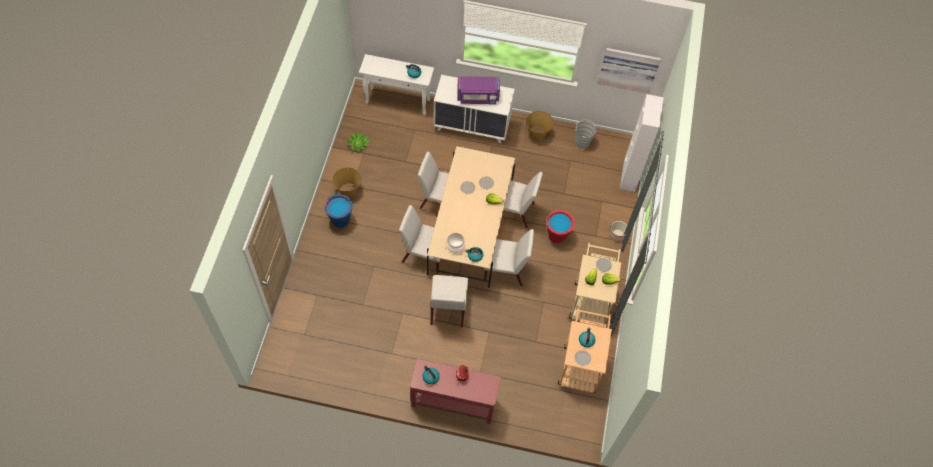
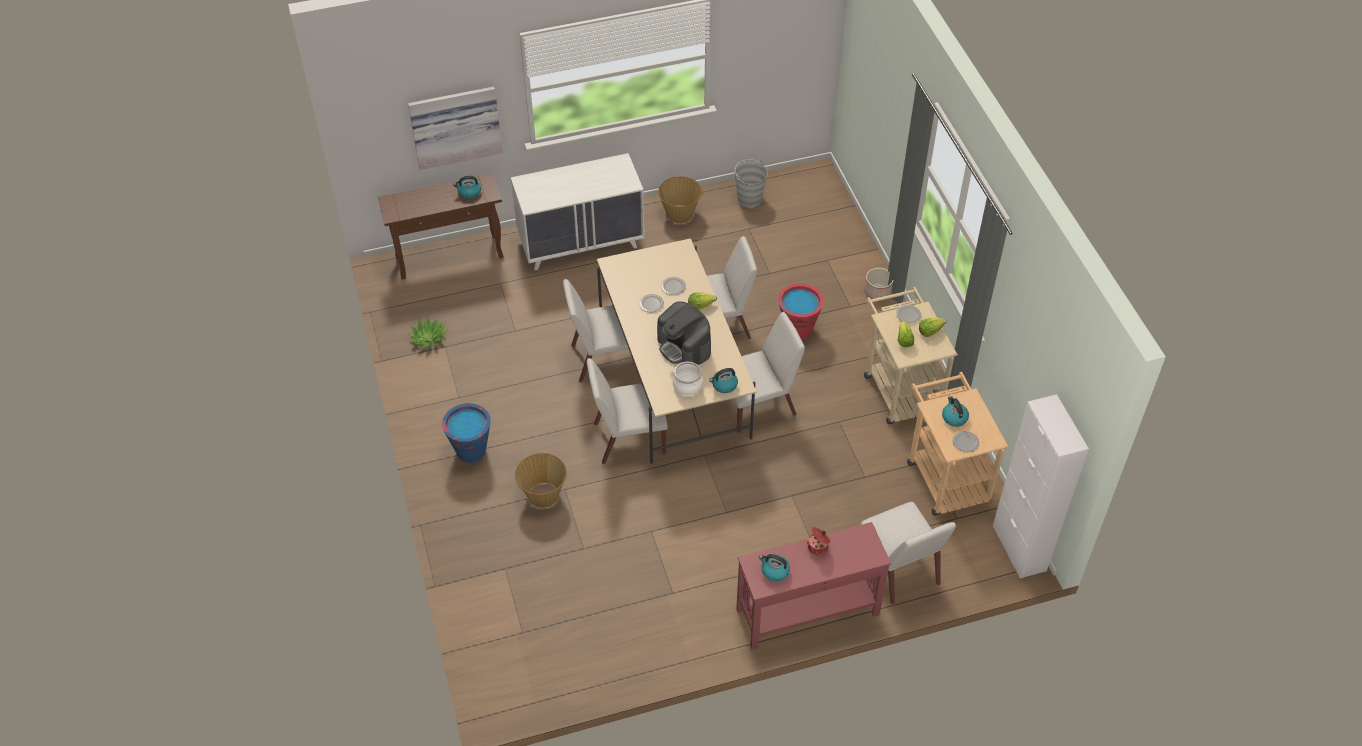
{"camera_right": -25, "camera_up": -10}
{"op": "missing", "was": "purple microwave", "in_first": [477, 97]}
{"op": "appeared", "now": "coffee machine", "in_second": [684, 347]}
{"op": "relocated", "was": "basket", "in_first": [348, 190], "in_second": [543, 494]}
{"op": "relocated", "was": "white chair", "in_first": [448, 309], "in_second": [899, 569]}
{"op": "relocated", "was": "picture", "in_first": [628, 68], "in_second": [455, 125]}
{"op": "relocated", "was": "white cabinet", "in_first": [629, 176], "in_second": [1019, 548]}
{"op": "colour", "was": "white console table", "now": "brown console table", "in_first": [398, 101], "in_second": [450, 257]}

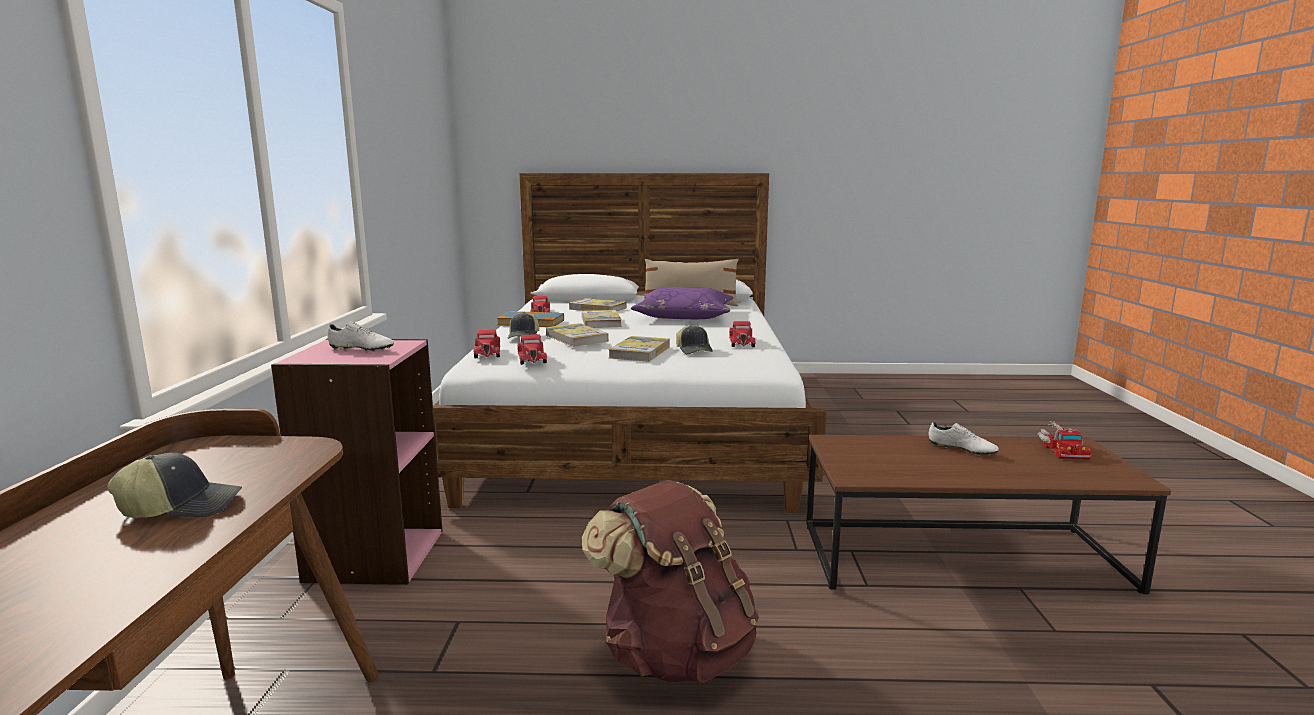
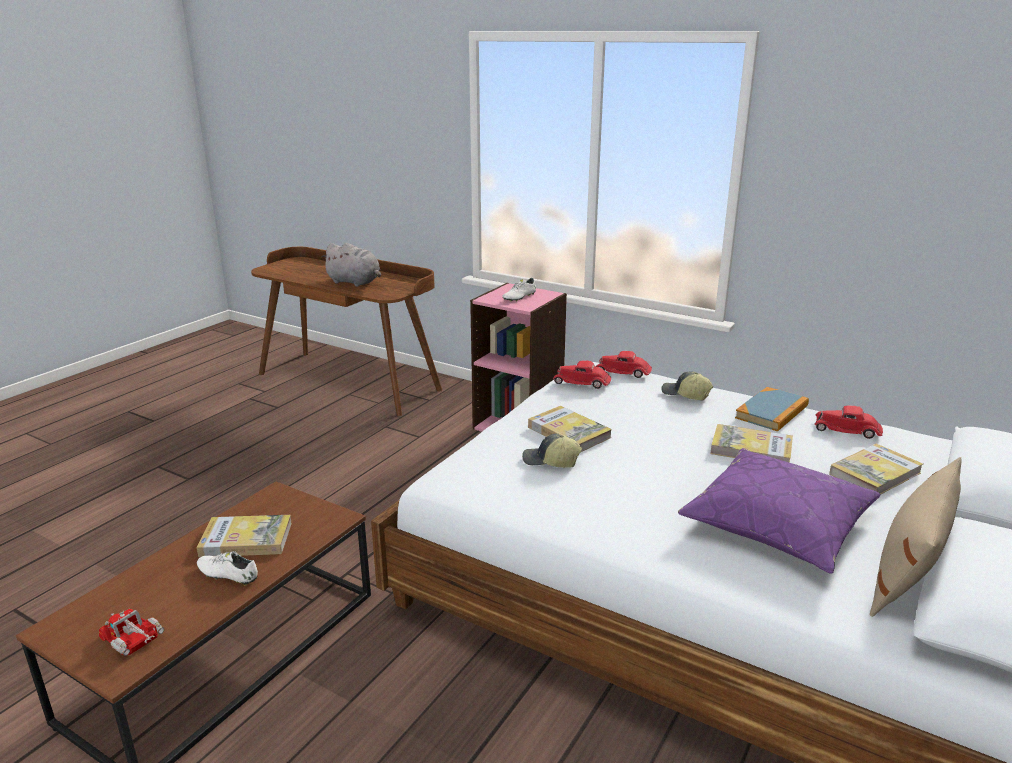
{"camera_right": 120, "camera_up": 10}
{"op": "missing", "was": "brown backpack", "in_first": [676, 652]}
{"op": "missing", "was": "red toy car", "in_first": [741, 342]}
{"op": "relocated", "was": "book", "in_first": [576, 338], "in_second": [246, 539]}
{"op": "exchanged", "was": "cap", "now": "grey plush toy", "in_first": [182, 507], "in_second": [355, 282]}
{"op": "spun", "was": "white shoe", "in_first": [961, 450], "in_second": [228, 575], "clockwise": 45}

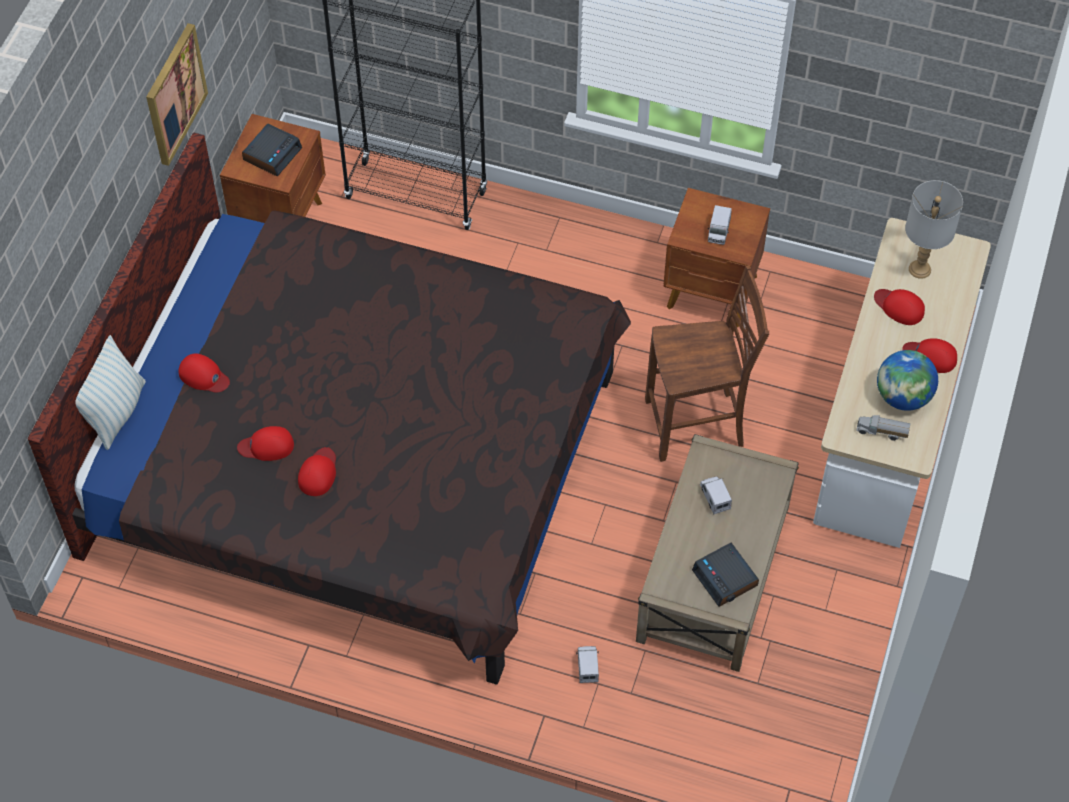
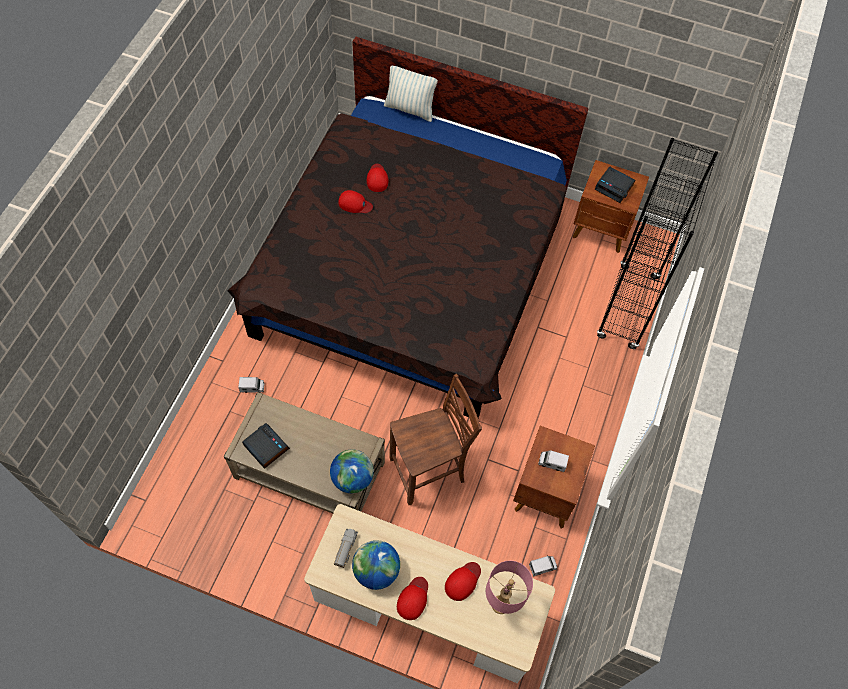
{"camera_right": 90, "camera_up": 5}
{"op": "missing", "was": "picture", "in_first": [174, 94]}
{"op": "missing", "was": "red cap", "in_first": [204, 376]}
{"op": "appeared", "now": "globe", "in_second": [352, 478]}
{"op": "relocated", "was": "toy truck", "in_first": [715, 497], "in_second": [542, 567]}
{"op": "colour", "was": "grey table lamp", "now": "pink table lamp", "in_first": [920, 269], "in_second": [501, 605]}
{"op": "spun", "was": "brown chair", "in_first": [697, 425], "in_second": [429, 472], "clockwise": -105}
{"op": "spun", "was": "alarm clock", "in_first": [725, 578], "in_second": [265, 447], "clockwise": 75}

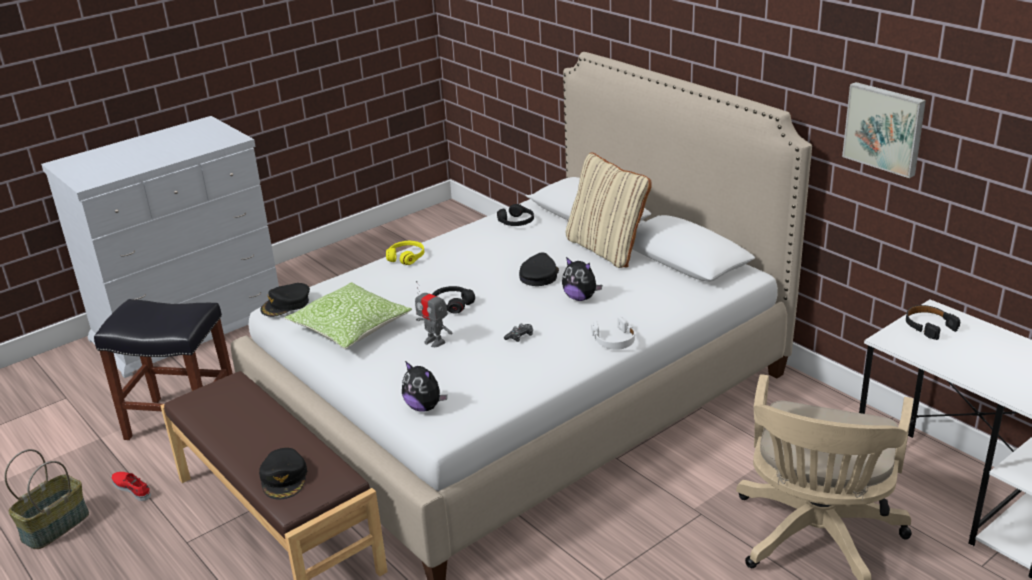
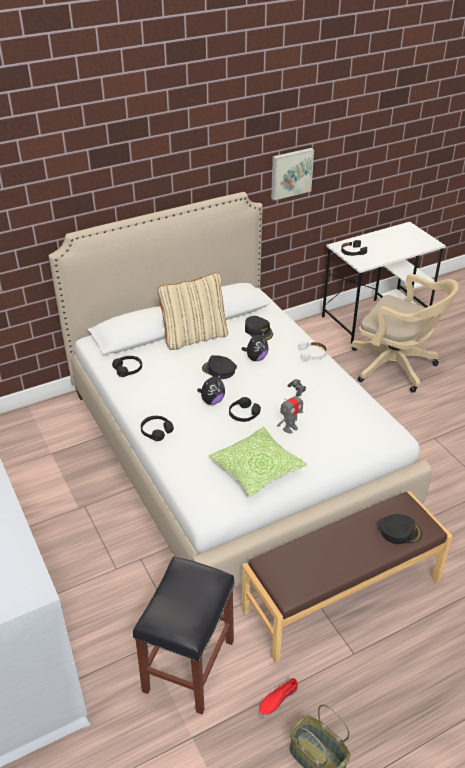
{"camera_right": -80, "camera_up": 10}
{"op": "relocated", "was": "black cap", "in_first": [286, 305], "in_second": [258, 331]}
{"op": "relocated", "was": "plush toy", "in_first": [424, 407], "in_second": [212, 401]}
{"op": "colour", "was": "yellow headphones", "now": "black headphones", "in_first": [406, 257], "in_second": [156, 431]}

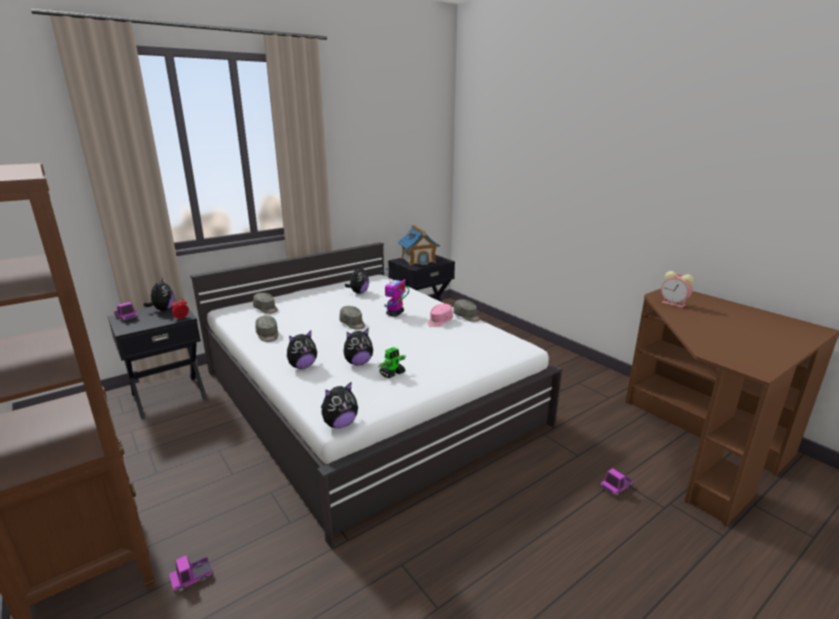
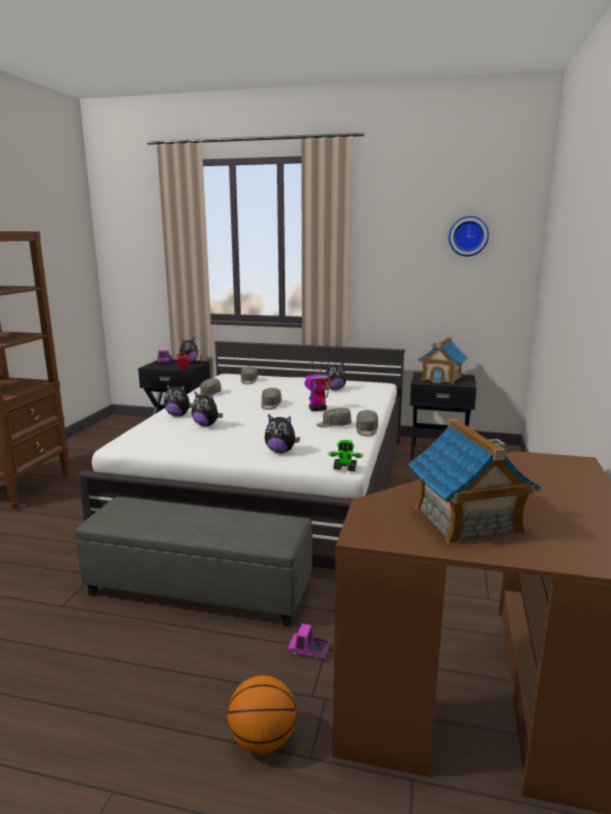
{"camera_right": 50, "camera_up": -5}
{"op": "missing", "was": "toy truck", "in_first": [192, 578]}
{"op": "missing", "was": "alarm clock", "in_first": [674, 304]}
{"op": "appeared", "now": "grey ottoman", "in_second": [200, 588]}
{"op": "appeared", "now": "basketball", "in_second": [263, 740]}
{"op": "appeared", "now": "toy house", "in_second": [466, 520]}
{"op": "appeared", "now": "wall clock", "in_second": [468, 236]}
{"op": "relocated", "was": "plush toy", "in_first": [340, 424], "in_second": [280, 451]}
{"op": "relocated", "was": "toy robot", "in_first": [392, 373], "in_second": [345, 468]}
{"op": "colour", "was": "pink cap", "now": "grey cap", "in_first": [439, 321], "in_second": [333, 425]}

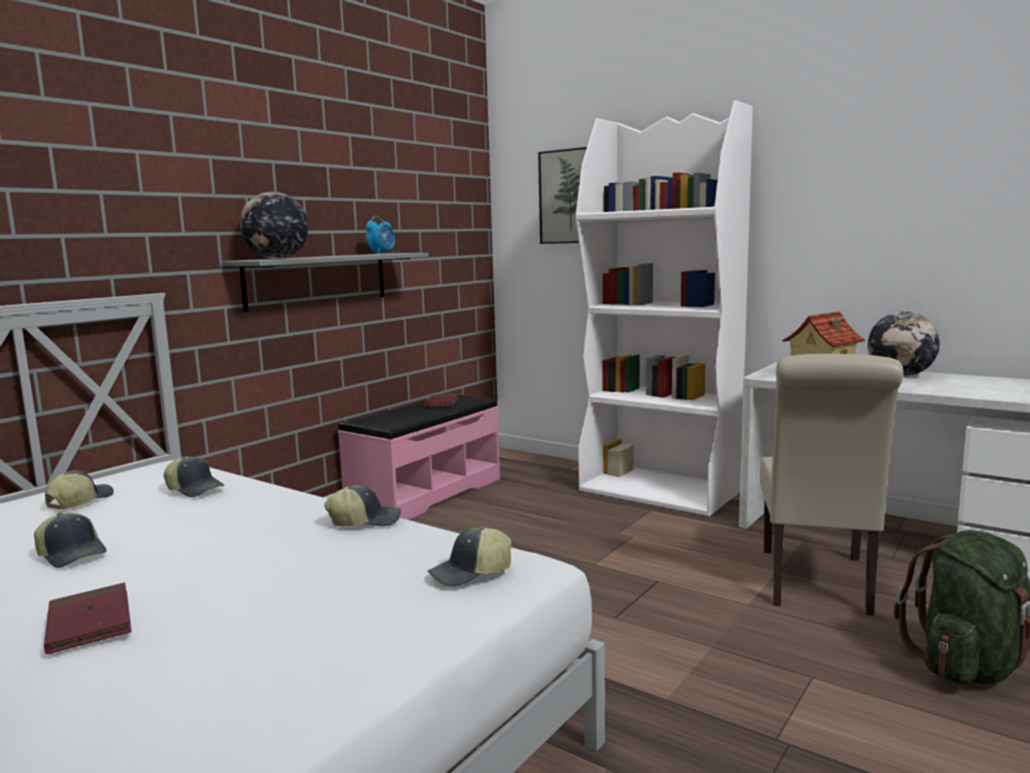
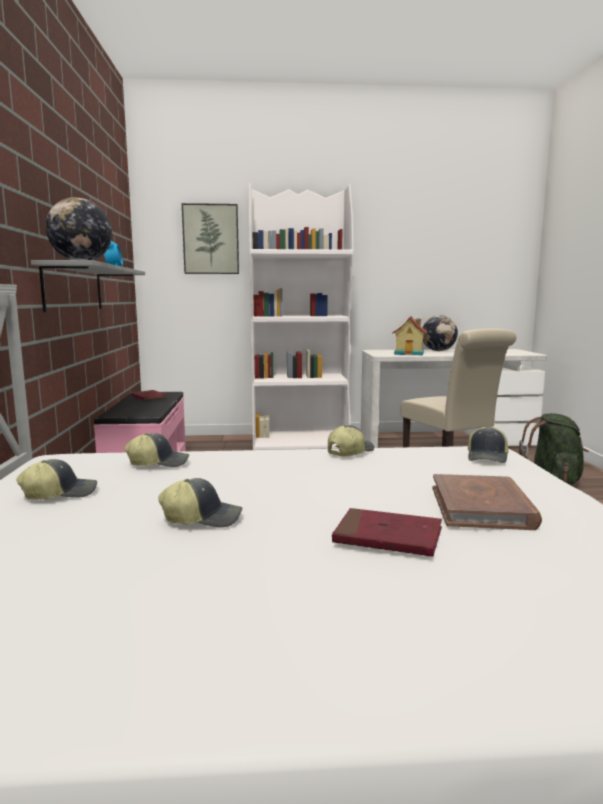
{"camera_right": -40, "camera_up": 0}
{"op": "appeared", "now": "brown book", "in_second": [482, 507]}
{"op": "spun", "was": "cap", "in_first": [79, 501], "in_second": [60, 493], "clockwise": 90}

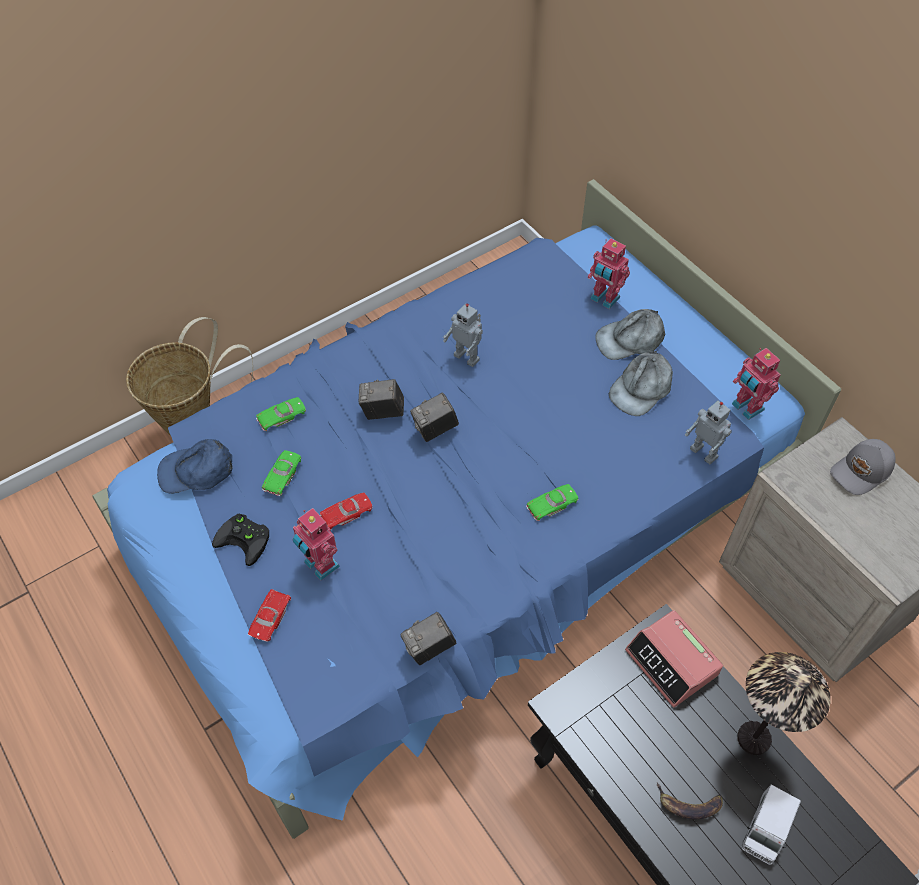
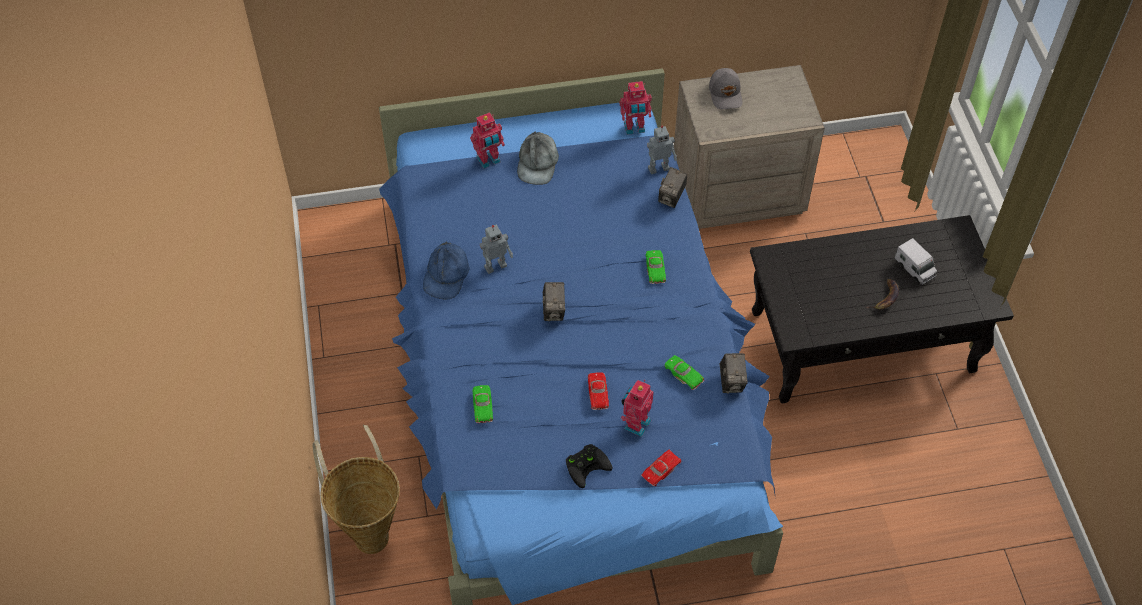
{"camera_right": -65, "camera_up": 0}
{"op": "missing", "was": "grey cap", "in_first": [641, 388]}
{"op": "missing", "was": "alarm clock", "in_first": [672, 663]}
{"op": "missing", "was": "table lamp", "in_first": [753, 738]}
{"op": "relocated", "was": "blue cap", "in_first": [196, 471], "in_second": [446, 274]}
{"op": "relocated", "was": "green toy car", "in_first": [282, 475], "in_second": [683, 374]}
{"op": "relocated", "was": "photo camera", "in_first": [382, 412], "in_second": [671, 197]}
{"op": "spun", "was": "red toy car", "in_first": [270, 617], "in_second": [661, 470], "clockwise": 90}
{"op": "spun", "was": "toy robot", "in_first": [320, 565], "in_second": [635, 423], "clockwise": 135}

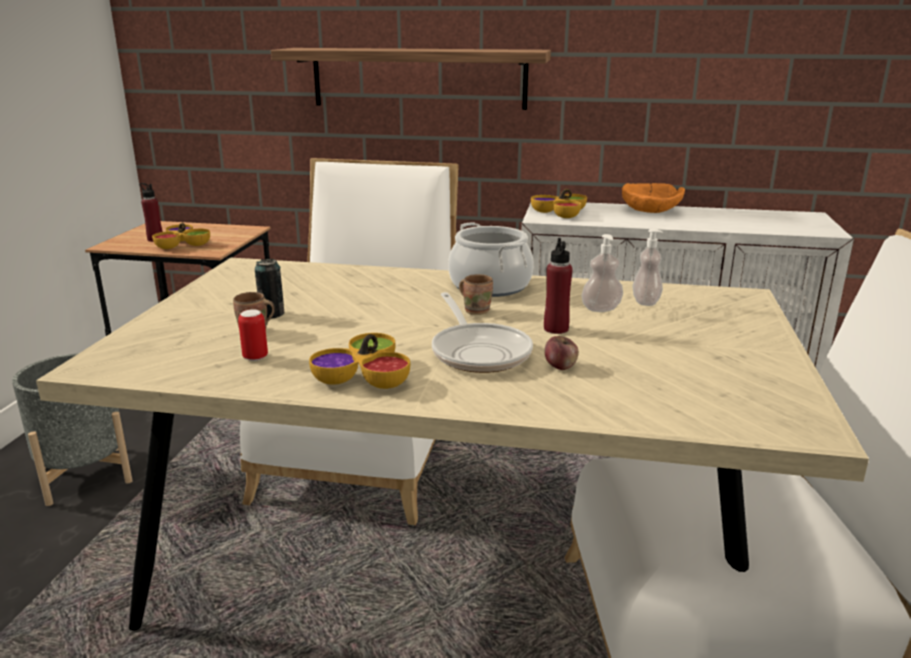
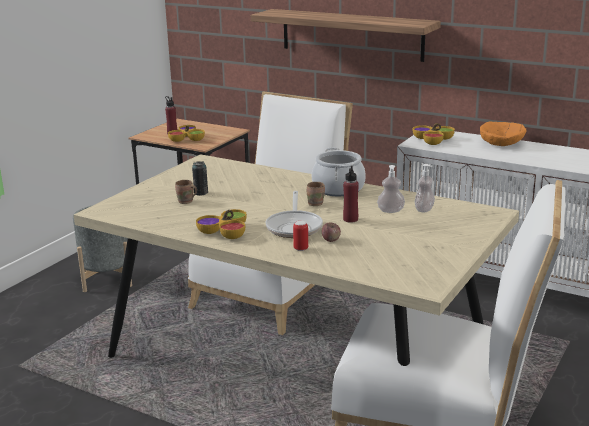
{"camera_right": 20, "camera_up": 0}
{"op": "relocated", "was": "can", "in_first": [255, 357], "in_second": [301, 249]}

